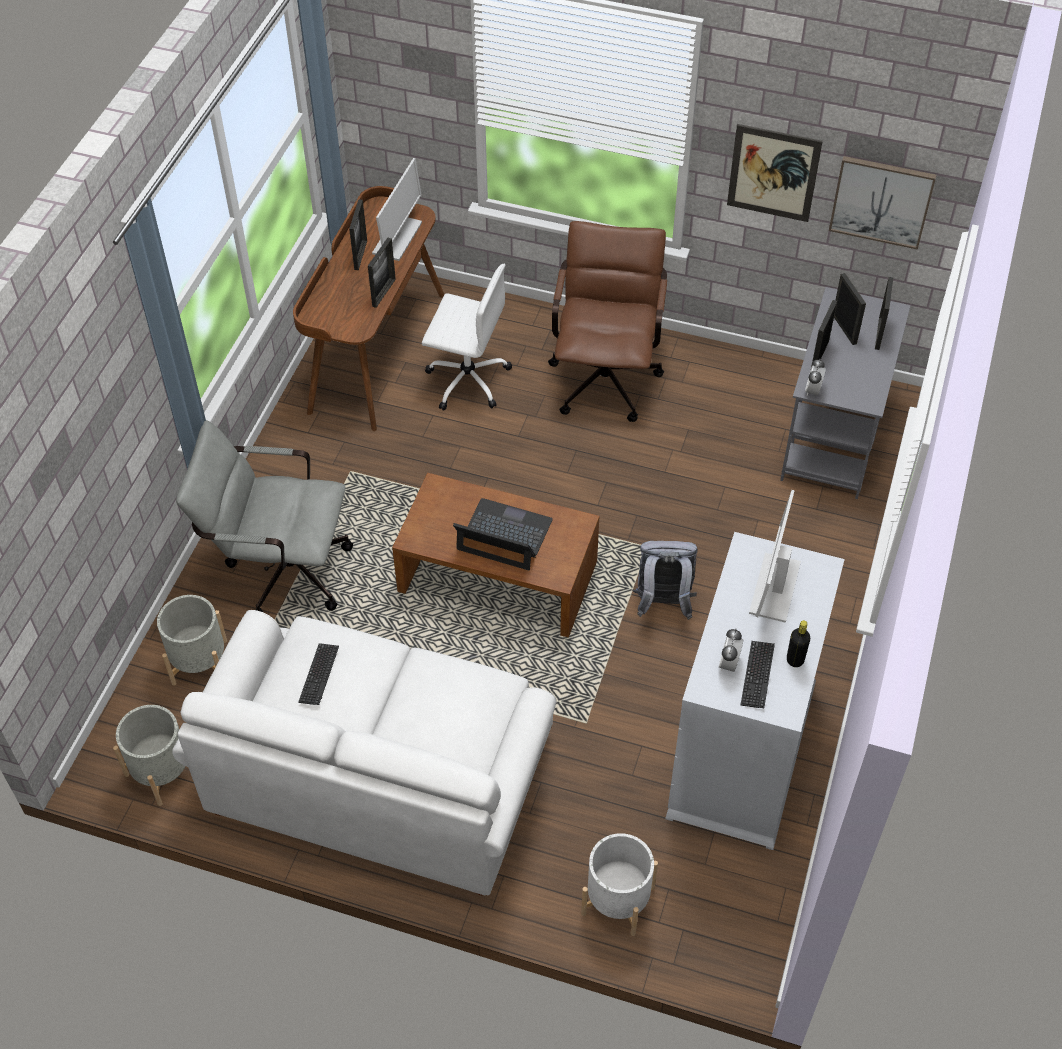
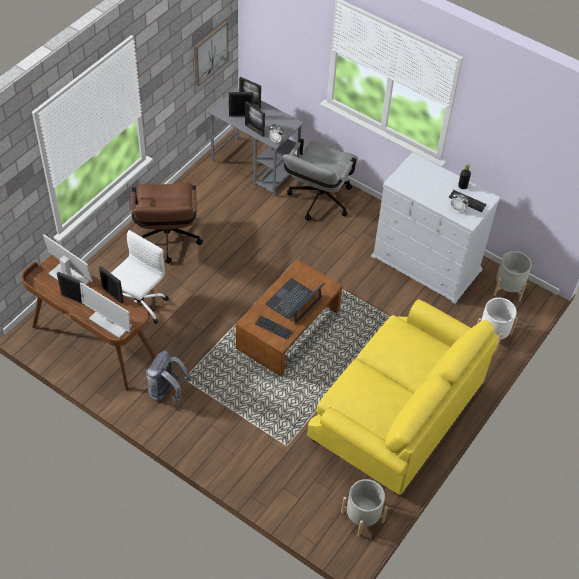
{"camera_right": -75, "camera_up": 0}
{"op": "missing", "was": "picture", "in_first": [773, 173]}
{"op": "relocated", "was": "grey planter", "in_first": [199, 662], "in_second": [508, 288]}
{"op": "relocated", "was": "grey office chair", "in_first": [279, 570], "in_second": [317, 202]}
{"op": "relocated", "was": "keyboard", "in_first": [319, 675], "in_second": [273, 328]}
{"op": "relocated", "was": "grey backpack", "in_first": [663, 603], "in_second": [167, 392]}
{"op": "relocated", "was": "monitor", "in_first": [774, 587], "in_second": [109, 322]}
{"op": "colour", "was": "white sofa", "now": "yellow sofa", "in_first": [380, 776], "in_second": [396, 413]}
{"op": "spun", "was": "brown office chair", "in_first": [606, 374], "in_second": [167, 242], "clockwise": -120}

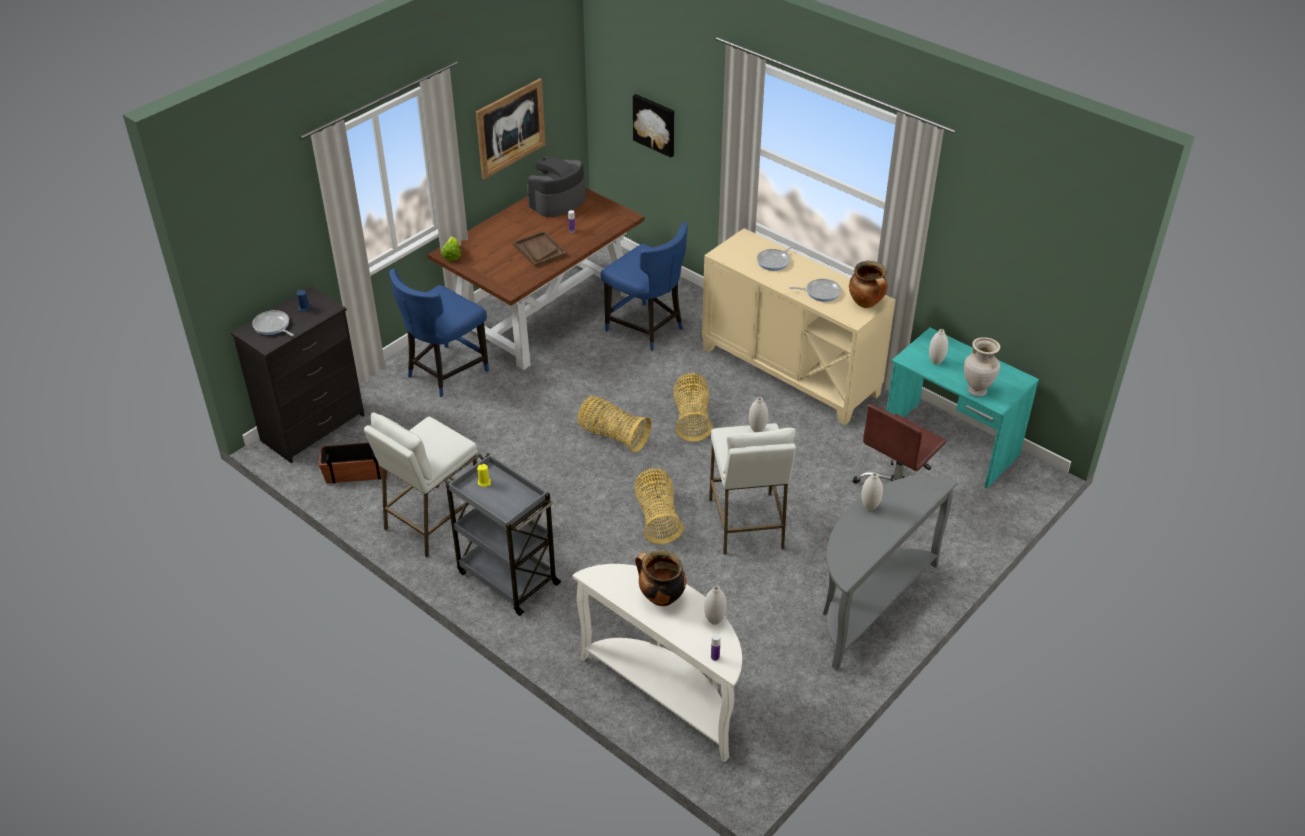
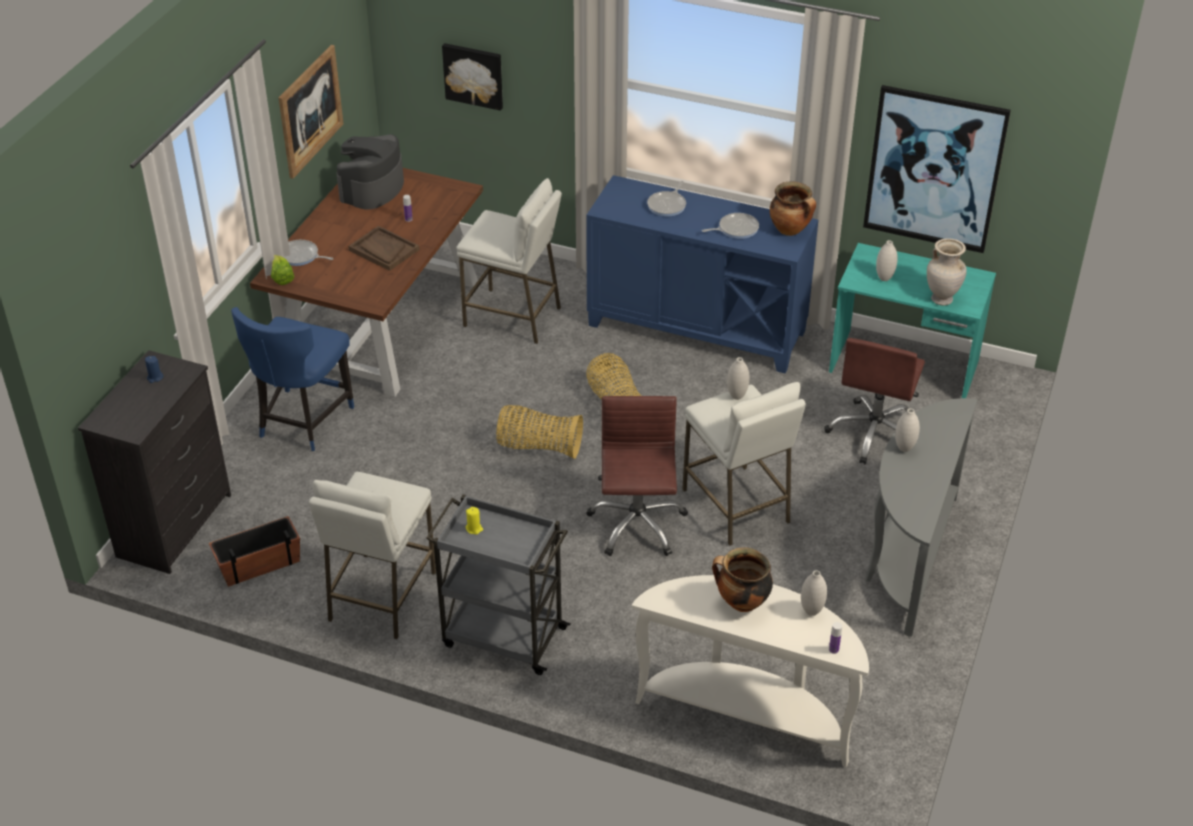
{"camera_right": -20, "camera_up": 0}
{"op": "appeared", "now": "picture", "in_second": [934, 169]}
{"op": "relocated", "was": "frying pan", "in_first": [273, 326], "in_second": [301, 256]}
{"op": "exchanged", "was": "blue chair", "now": "white stool", "in_first": [647, 329], "in_second": [513, 317]}
{"op": "exchanged", "was": "basket", "now": "brown office chair", "in_first": [657, 517], "in_second": [636, 524]}
{"op": "colour", "was": "beige cabinet", "now": "blue cabinet", "in_first": [790, 371], "in_second": [697, 328]}

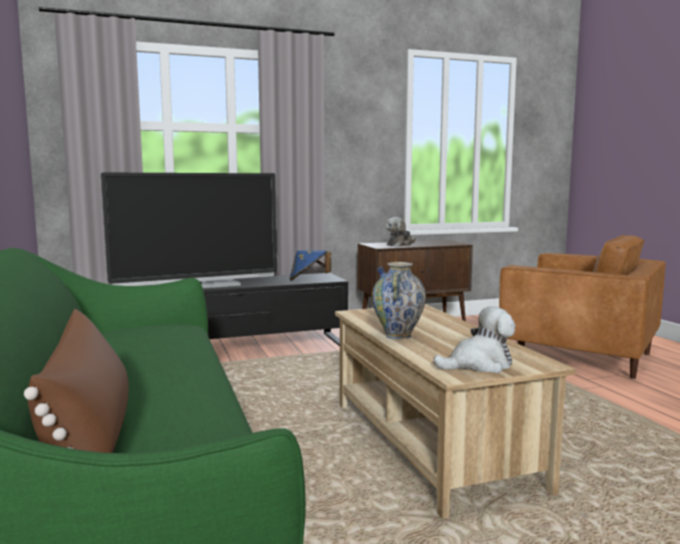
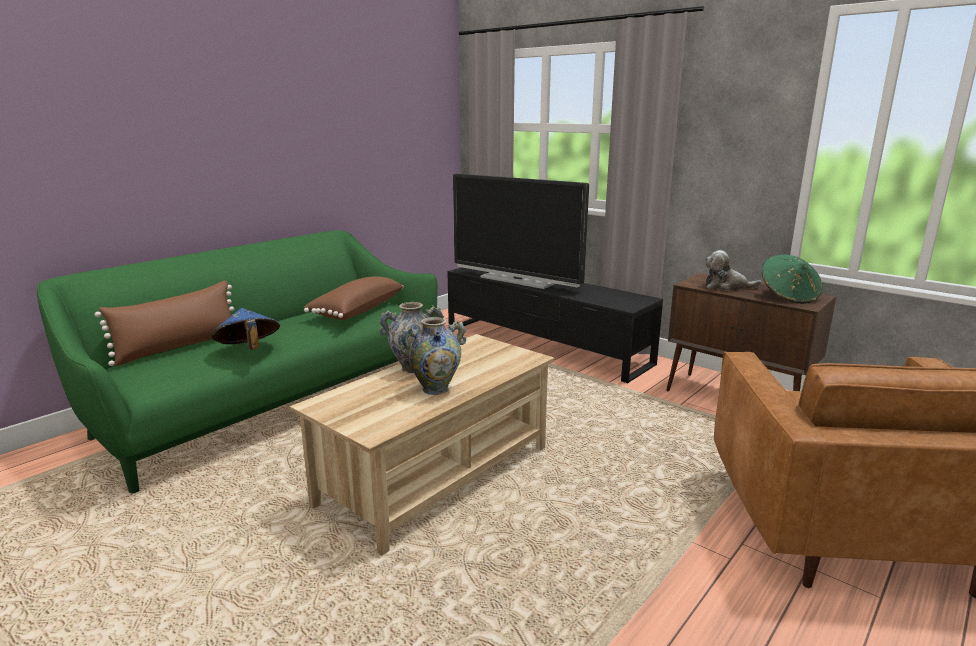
{"camera_right": 60, "camera_up": 10}
{"op": "missing", "was": "plush toy", "in_first": [479, 365]}
{"op": "appeared", "now": "brown pillow", "in_second": [356, 310]}
{"op": "appeared", "now": "vase", "in_second": [435, 389]}
{"op": "appeared", "now": "green hat", "in_second": [788, 297]}
{"op": "relocated", "was": "blue hat", "in_first": [308, 280], "in_second": [248, 350]}

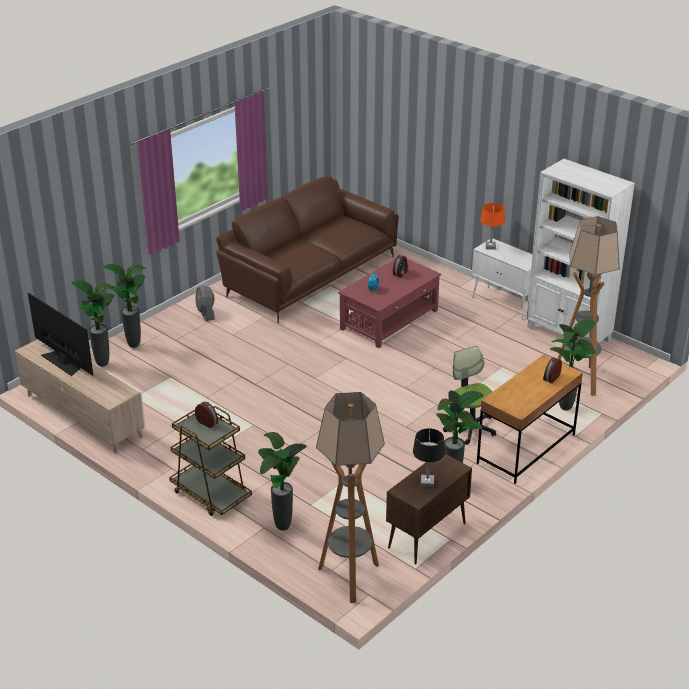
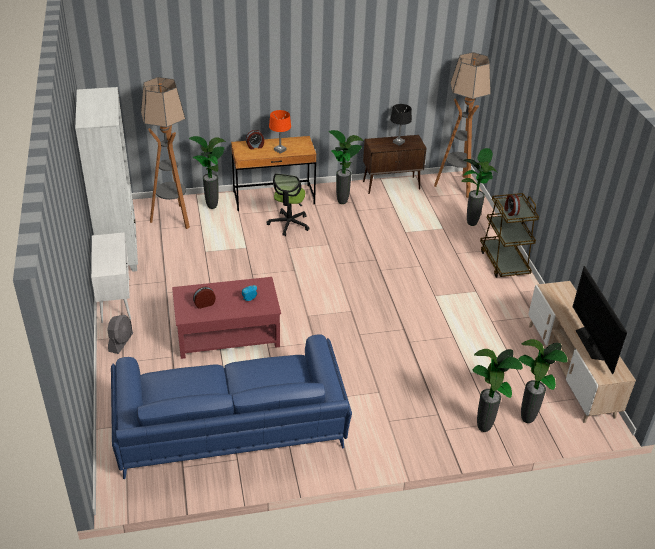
{"camera_right": -145, "camera_up": 5}
{"op": "relocated", "was": "grey fan", "in_first": [206, 313], "in_second": [121, 342]}
{"op": "relocated", "was": "orange table lamp", "in_first": [490, 247], "in_second": [280, 150]}
{"op": "colour", "was": "brown sofa", "now": "blue sofa", "in_first": [310, 274], "in_second": [230, 431]}

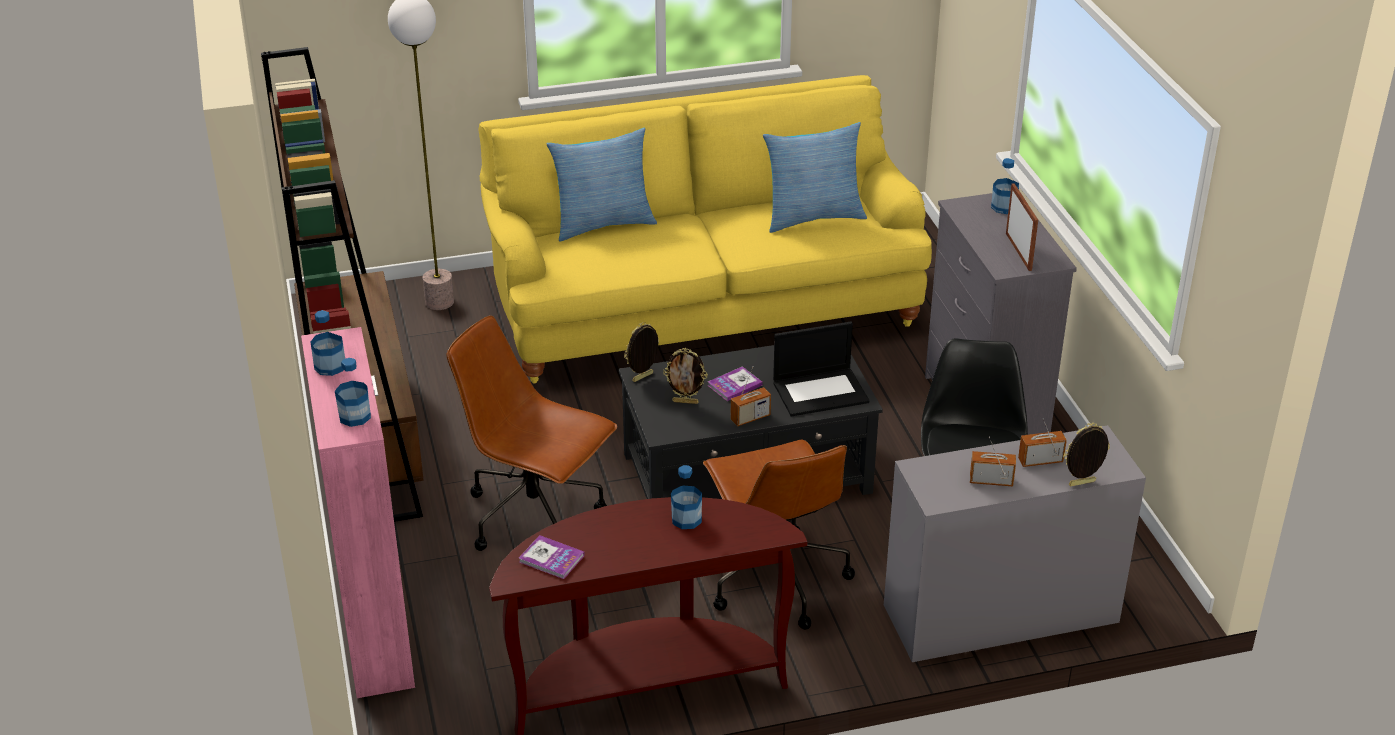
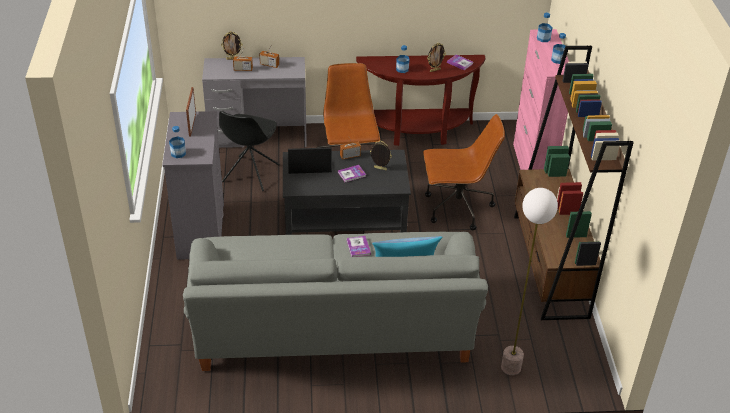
{"camera_right": -170, "camera_up": 5}
{"op": "missing", "was": "pillow", "in_first": [812, 217]}
{"op": "appeared", "now": "book", "in_second": [358, 247]}
{"op": "relocated", "was": "picture frame", "in_first": [643, 378], "in_second": [435, 70]}
{"op": "colour", "was": "yellow sofa", "now": "grey sofa", "in_first": [702, 309], "in_second": [334, 331]}
{"op": "spun", "was": "brown office chair", "in_first": [536, 517], "in_second": [456, 208], "clockwise": -45}

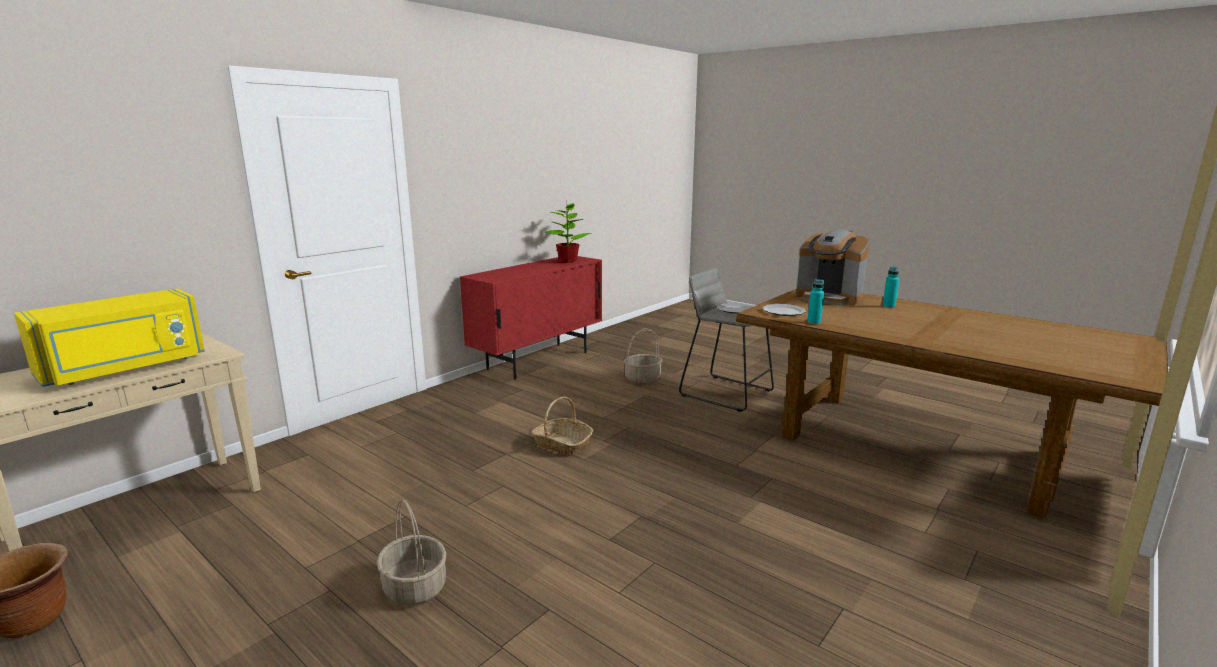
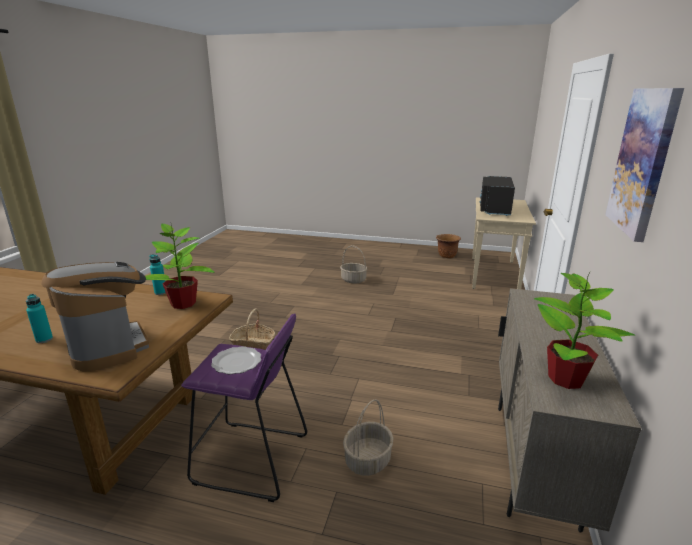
{"camera_right": 155, "camera_up": 5}
{"op": "appeared", "now": "picture", "in_second": [643, 161]}
{"op": "relocated", "was": "basket", "in_first": [562, 444], "in_second": [253, 343]}
{"op": "exchanged", "was": "plate", "now": "potted plant", "in_first": [784, 312], "in_second": [183, 304]}
{"op": "colour", "was": "yellow microwave", "now": "black microwave", "in_first": [125, 368], "in_second": [494, 209]}
{"op": "colour", "was": "red cabinet", "now": "beige cabinet", "in_first": [538, 361], "in_second": [533, 461]}
{"op": "colour", "was": "grey stool", "now": "purple stool", "in_first": [726, 392], "in_second": [251, 459]}
{"op": "spun", "was": "coffee machine", "in_first": [829, 298], "in_second": [109, 346], "clockwise": 45}

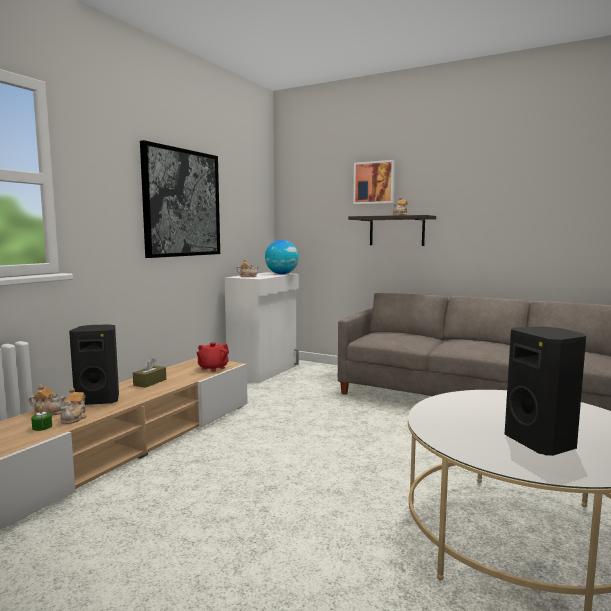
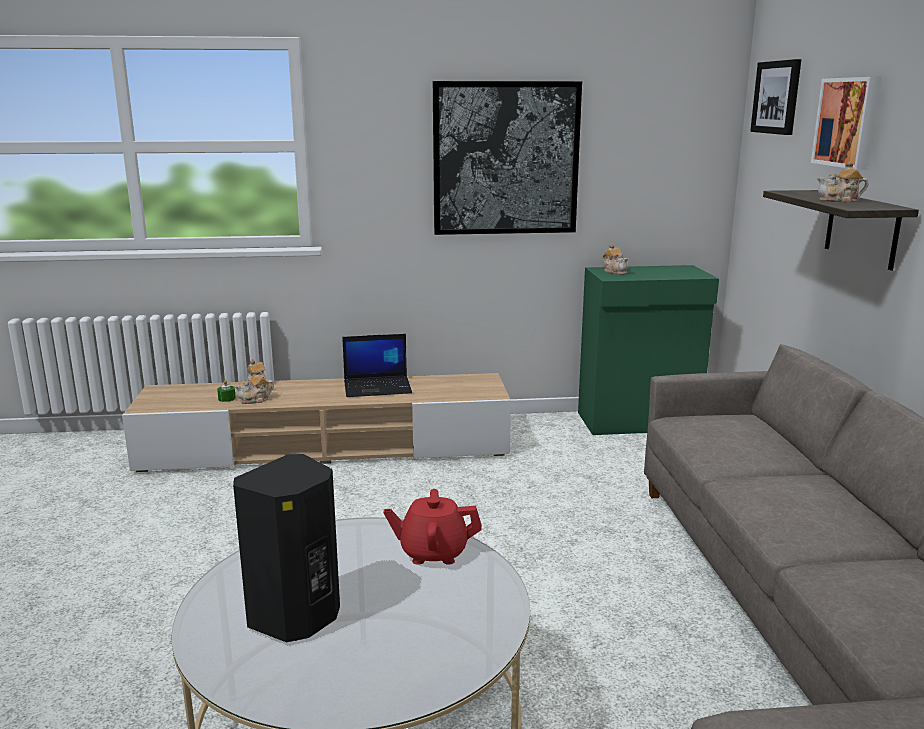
{"camera_right": 55, "camera_up": 10}
{"op": "missing", "was": "black speaker", "in_first": [99, 400]}
{"op": "missing", "was": "globe", "in_first": [281, 274]}
{"op": "appeared", "now": "picture", "in_second": [777, 97]}
{"op": "relocated", "was": "red teapot", "in_first": [213, 368], "in_second": [433, 552]}
{"op": "exchanged", "was": "brown tissue box", "now": "laptop", "in_first": [150, 382], "in_second": [378, 387]}
{"op": "colour", "was": "white cabinet", "now": "green cabinet", "in_first": [264, 371], "in_second": [639, 422]}

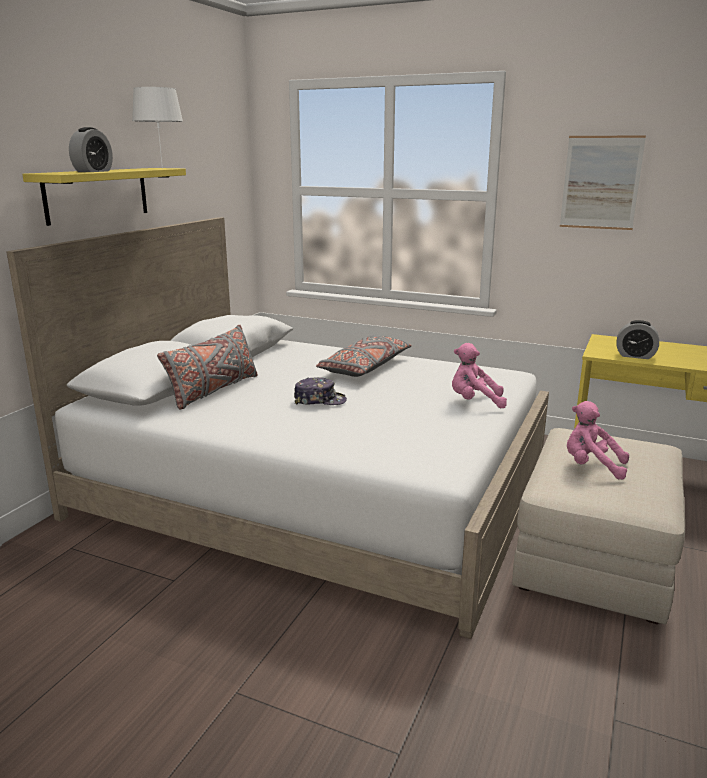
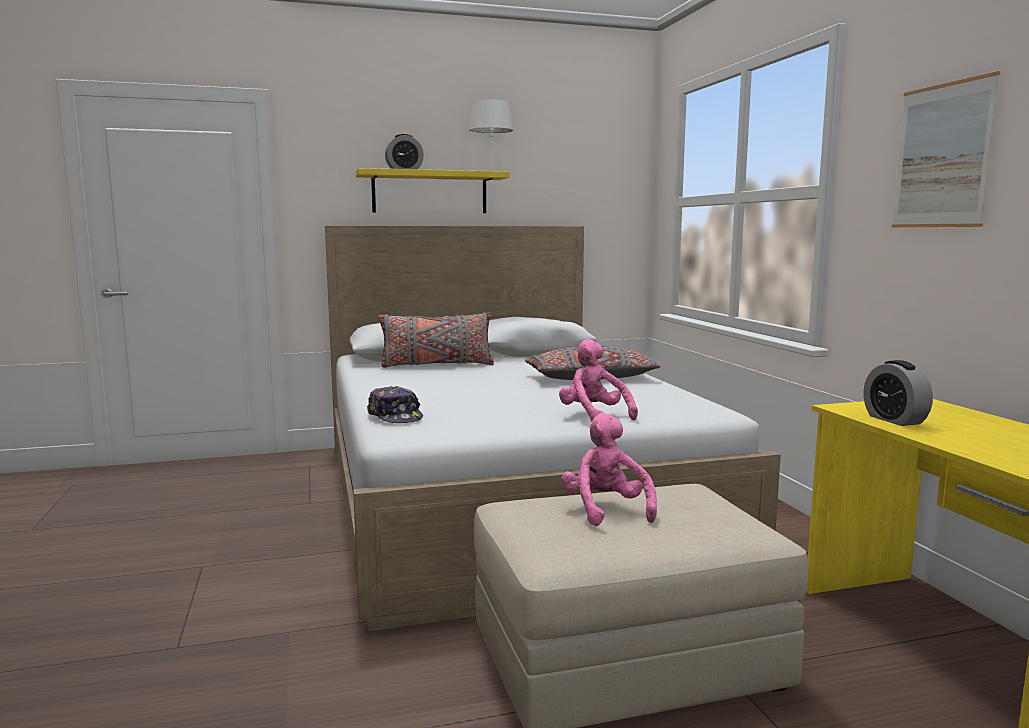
{"camera_right": 50, "camera_up": -10}
{"op": "relocated", "was": "cap", "in_first": [319, 400], "in_second": [395, 417]}

